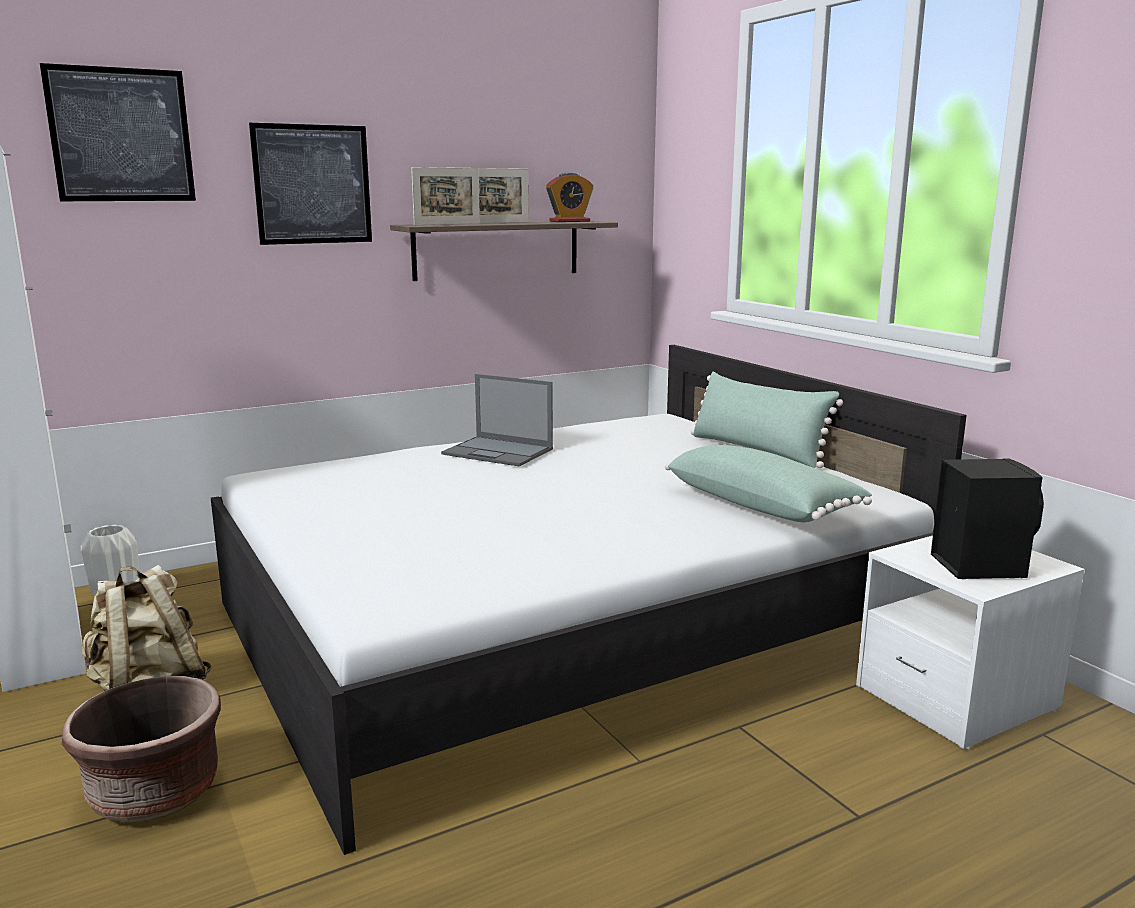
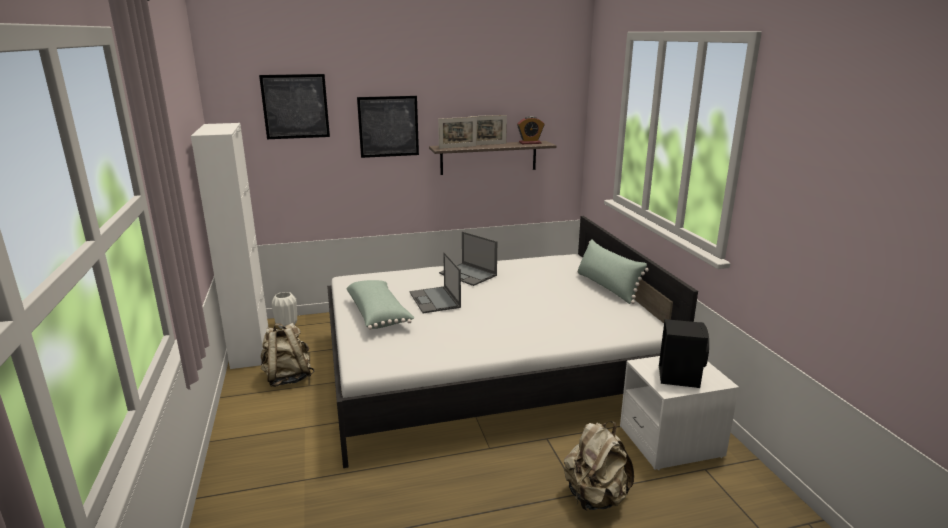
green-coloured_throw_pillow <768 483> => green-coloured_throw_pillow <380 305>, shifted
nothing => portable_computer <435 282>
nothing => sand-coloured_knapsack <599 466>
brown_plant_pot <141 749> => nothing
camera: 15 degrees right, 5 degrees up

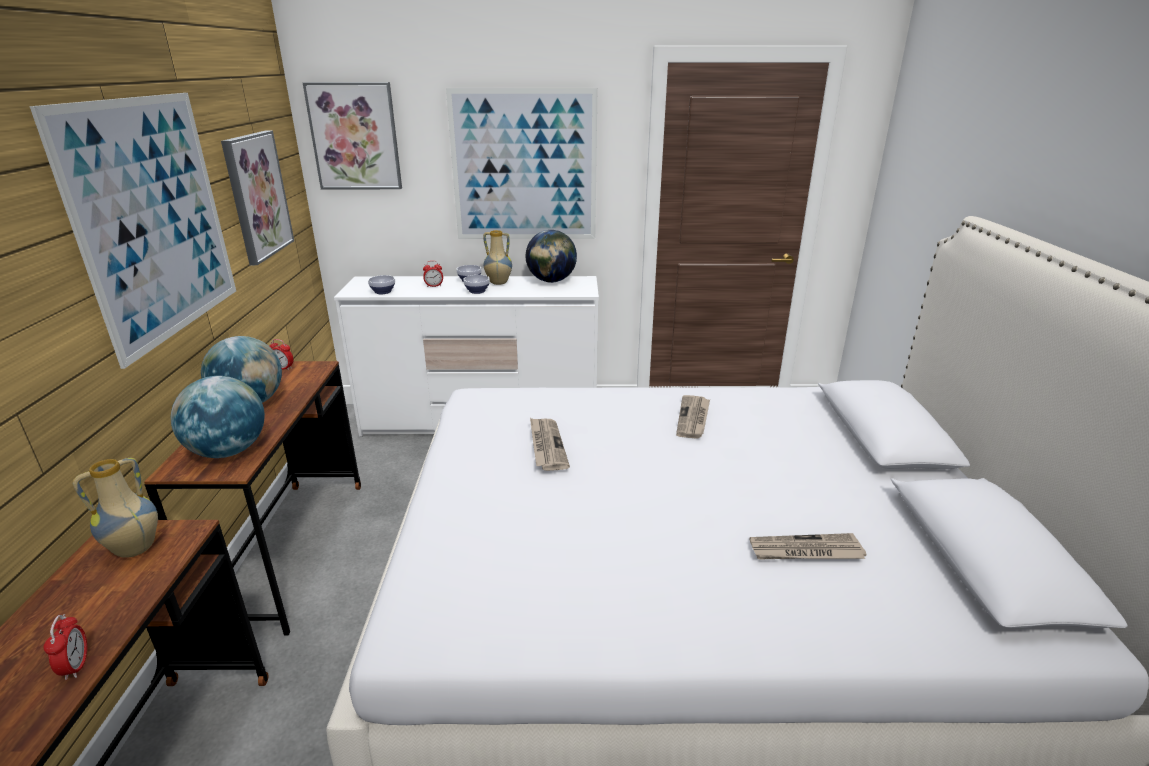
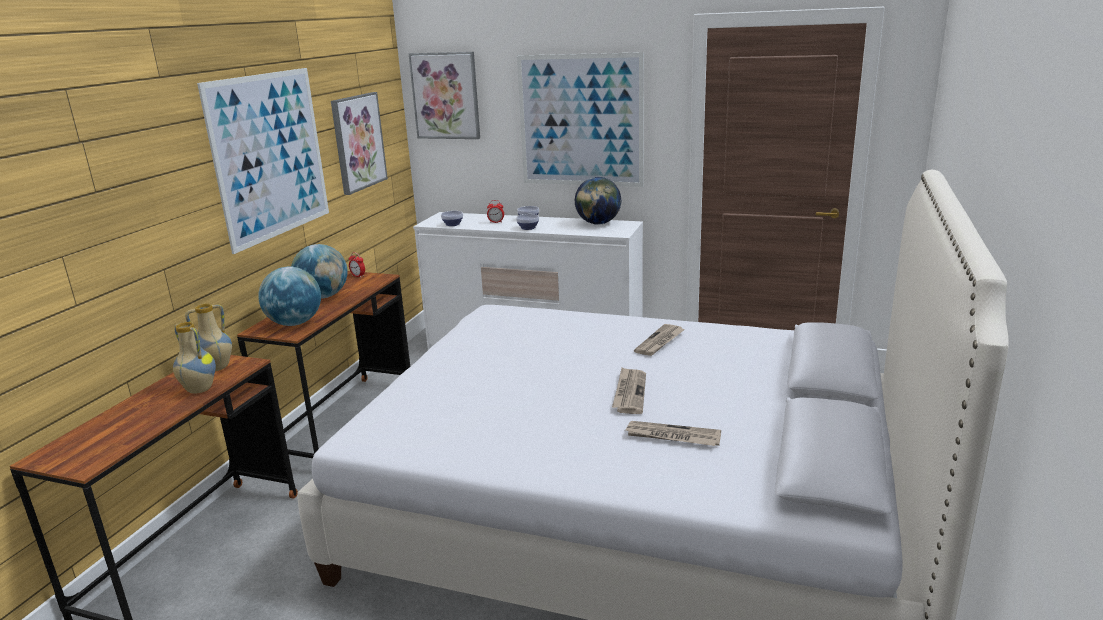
decorative_vase <497 257> => decorative_vase <194 358>, shifted
newspaper <550 444> => newspaper <629 390>, shifted
bedside_clock <65 647> => nothing
camera: 20 degrees right, 5 degrees down

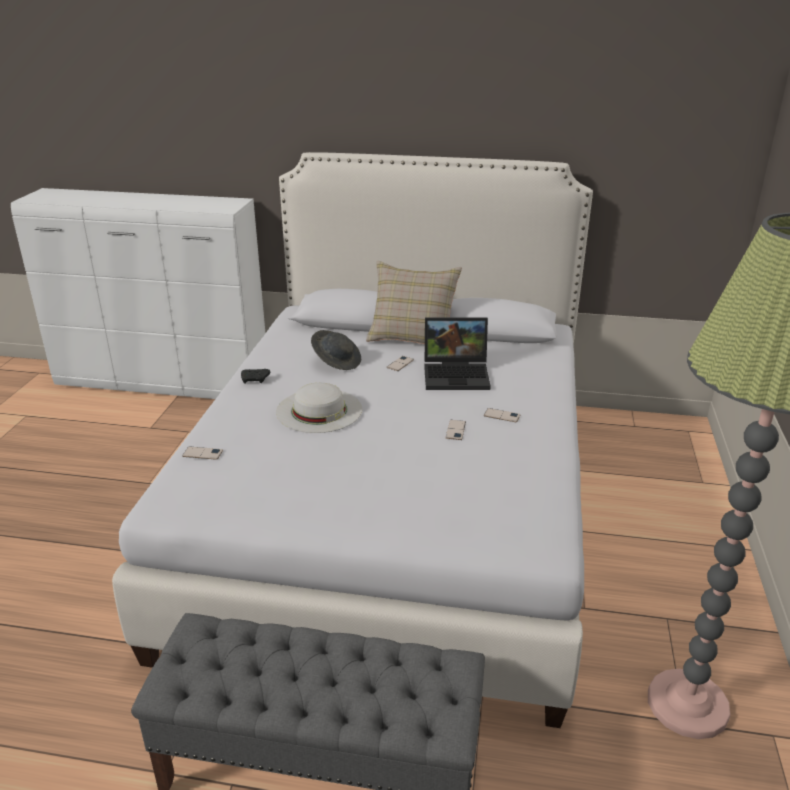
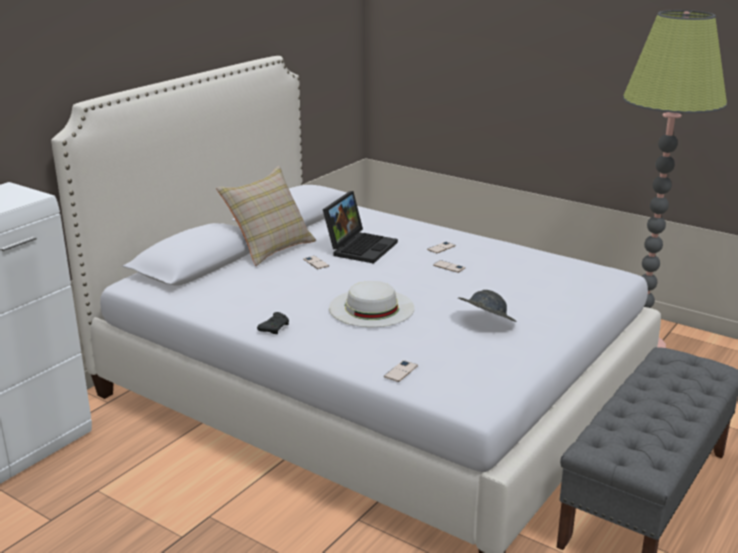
greyish_hat <336 350> => greyish_hat <487 306>, shifted
camera: 65 degrees left, 5 degrees down

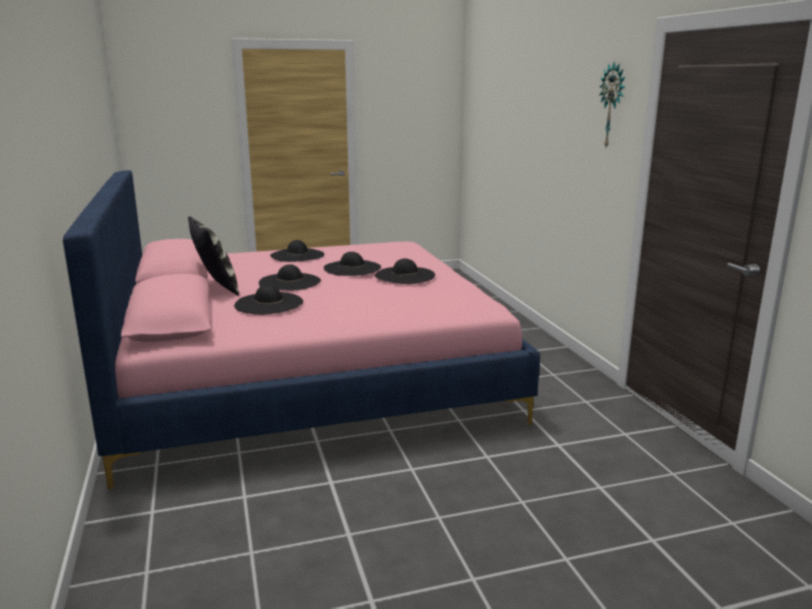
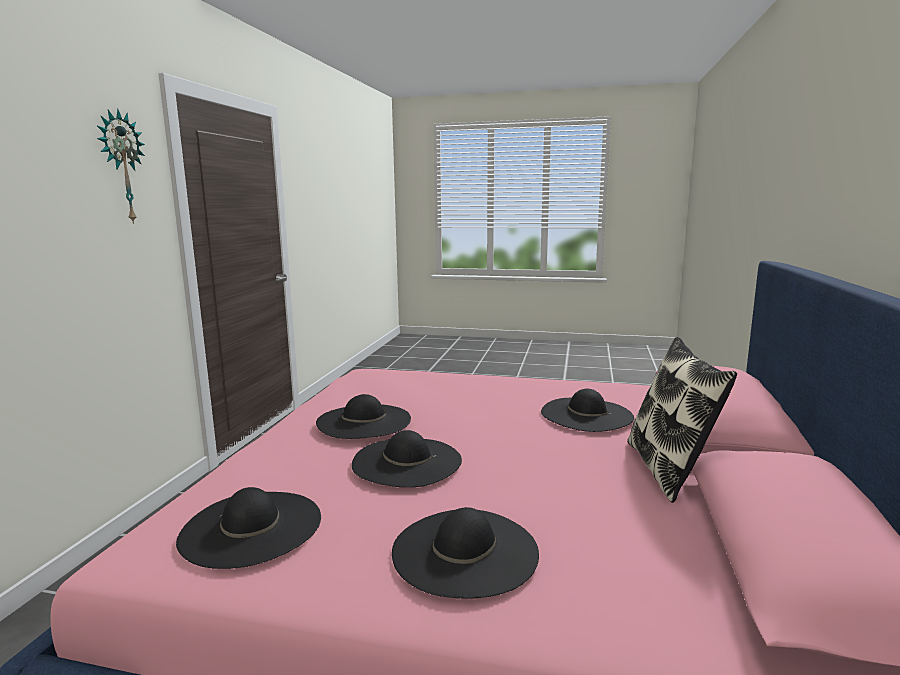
black-coloured_hat <290 277> => black-coloured_hat <248 528>, shifted
camera: 150 degrees left, 5 degrees down

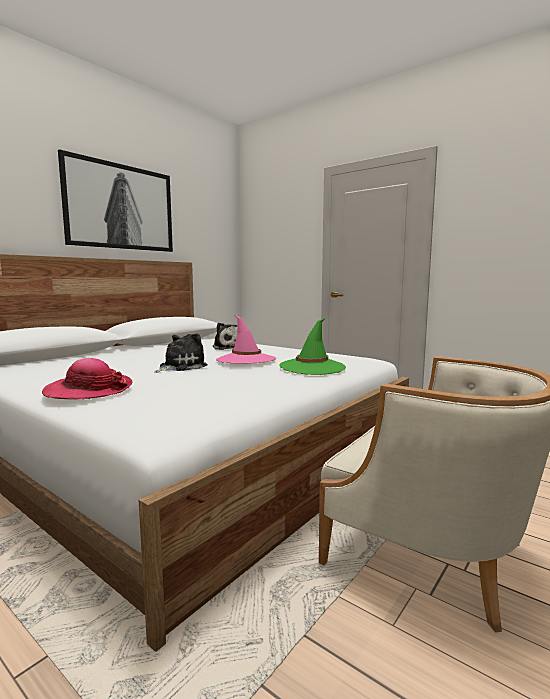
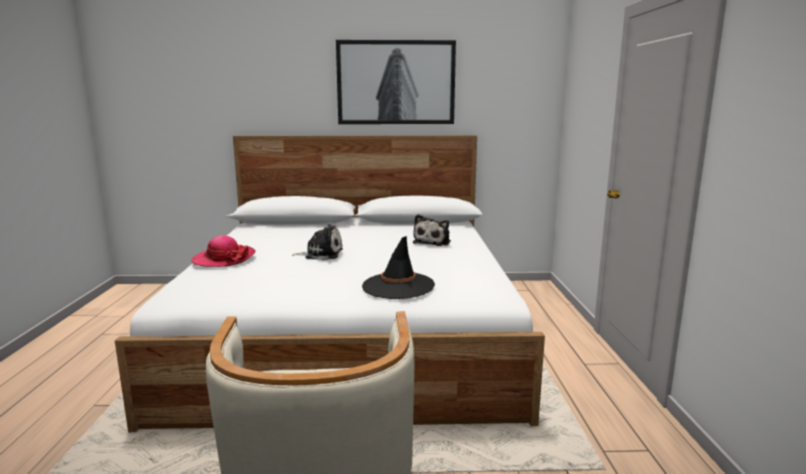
green-coloured_hat <312 346> => black-coloured_hat <398 267>
pinkish_hat <246 339> => nothing
camera: 50 degrees right, 5 degrees up

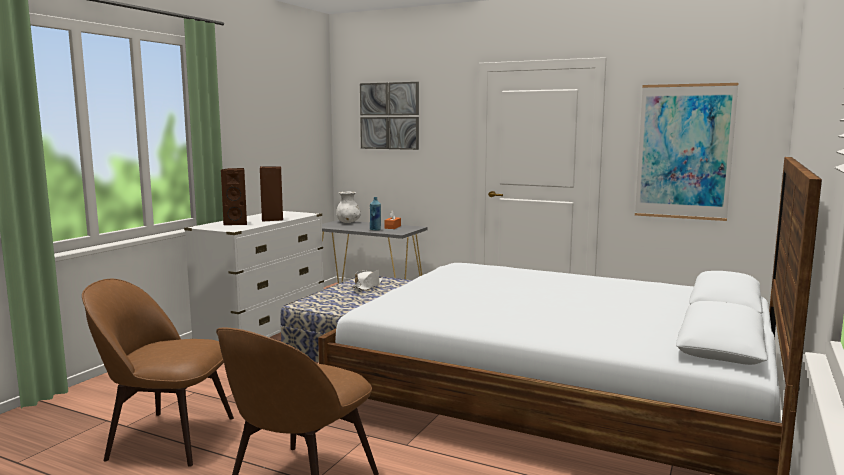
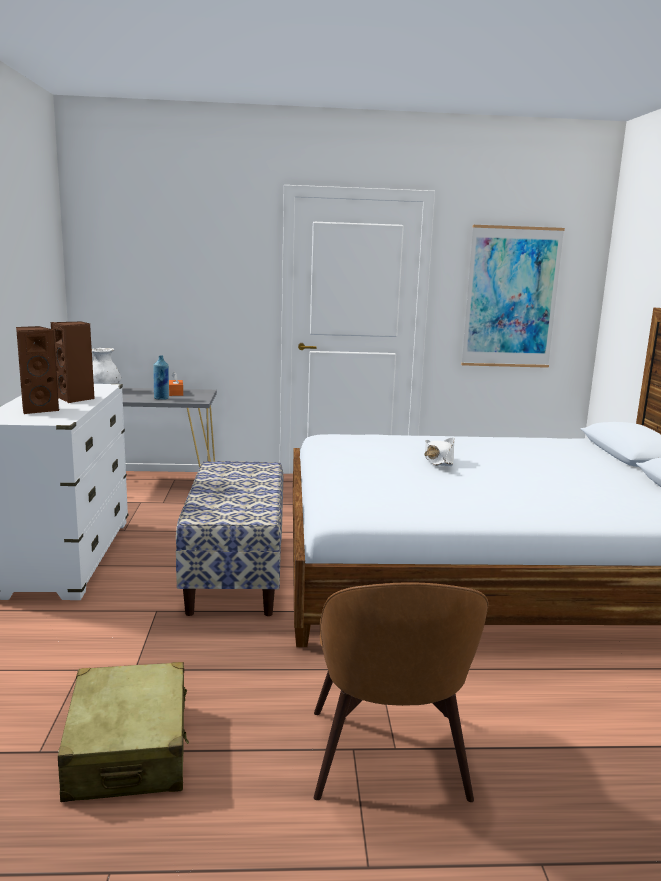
brown_upright_chair <158 373> => sand-coloured_suitcase <123 732>
whitish_hat <367 280> => whitish_hat <439 451>, shifted
picture <389 116> => nothing
camera: 30 degrees left, 5 degrees up

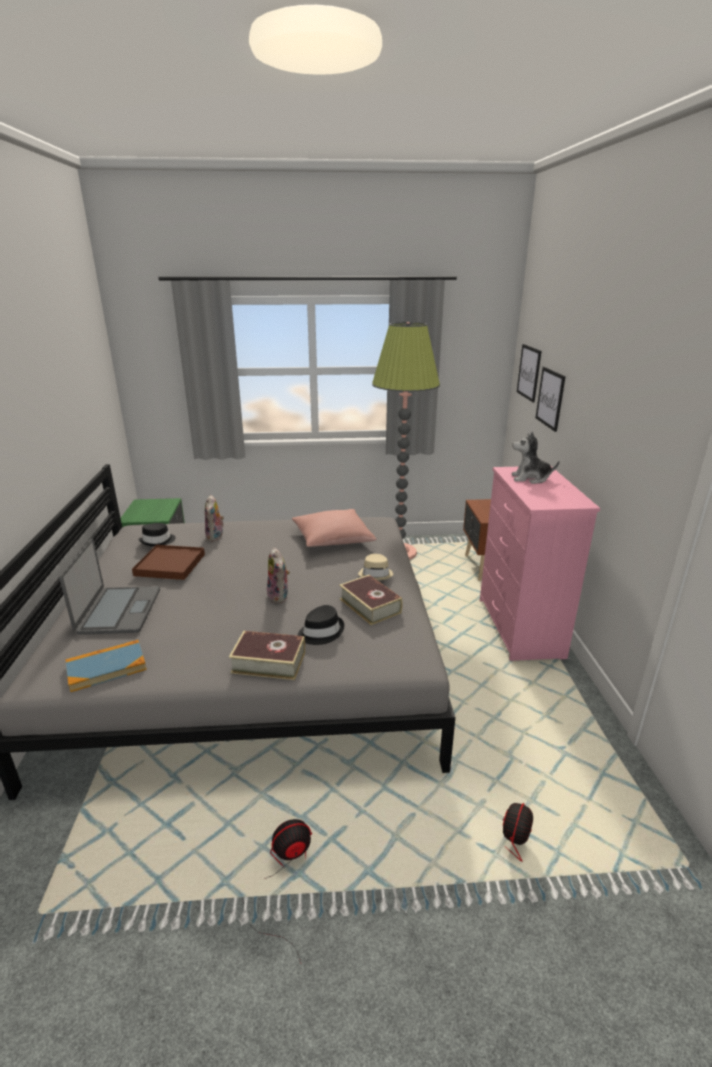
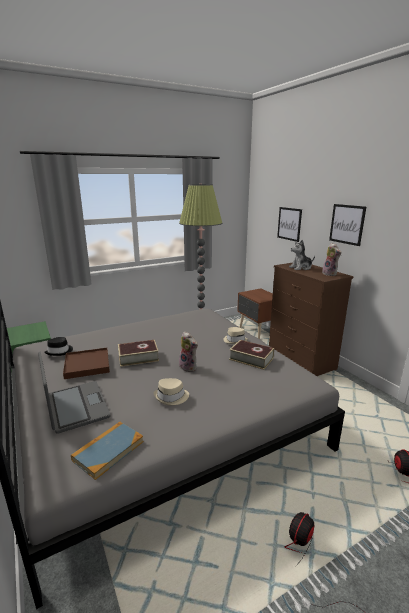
bound_book <267 655> => bound_book <138 353>, shifted
nothing => sand-coloured_hat <171 391>
pinkish_chest_of_drawers <540 563> => brown_chest_of_drawers <311 319>
cuddly_toy <214 518> => cuddly_toy <331 259>, shifted
picture <529 373> => picture <347 225>, shifted
pinkish_throw_pillow <334 528> => nothing
black-coloured_hat <320 625> => nothing
camera: 25 degrees left, 5 degrees down

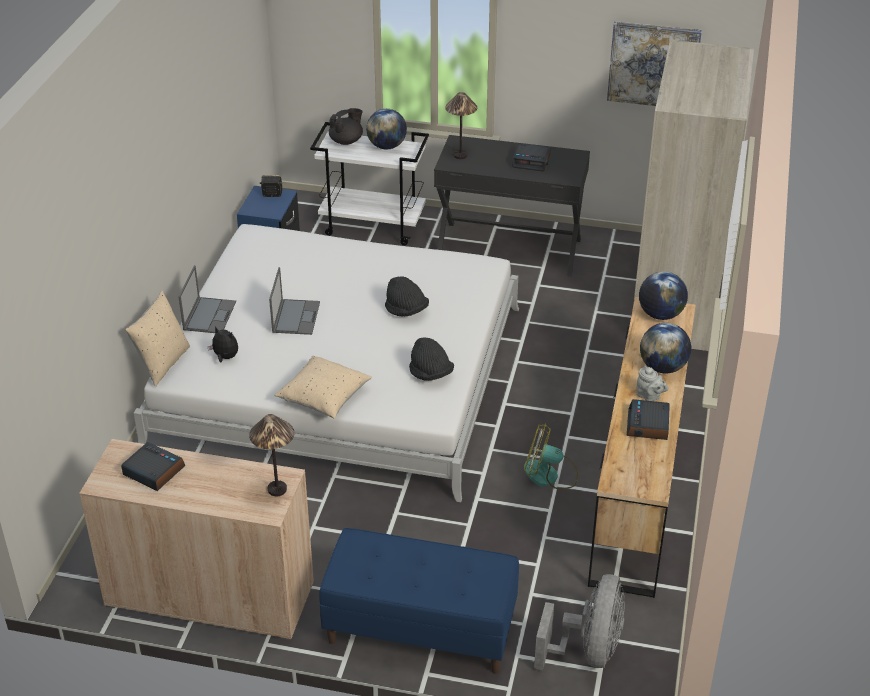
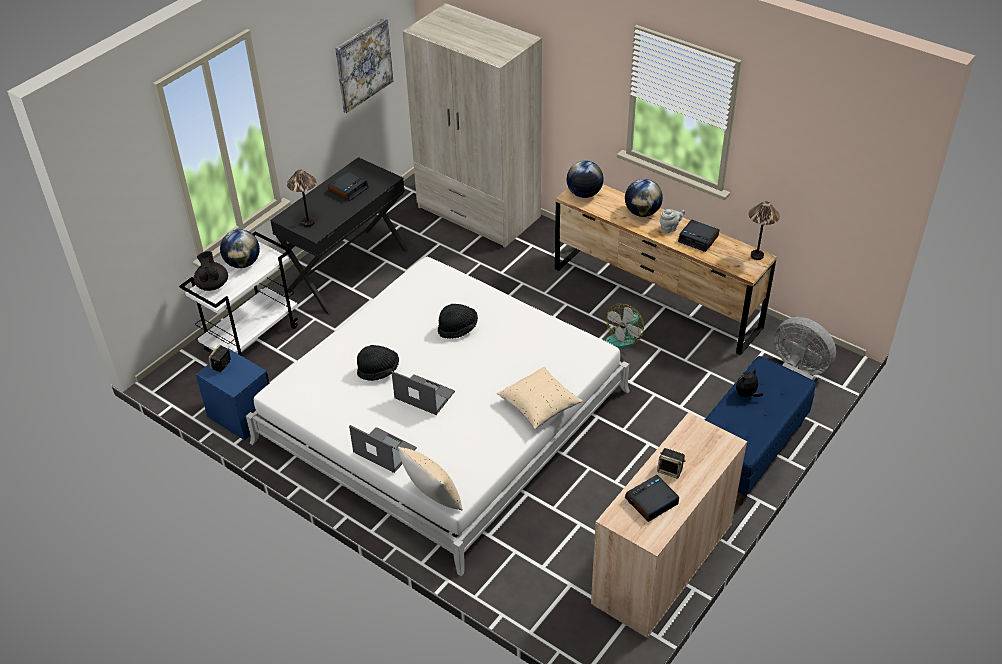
black-coloured_hat <431 359> => black-coloured_hat <378 363>, shifted
nothing => speaker <671 463>
cuddly_toy <223 344> => cuddly_toy <749 384>, shifted
lamp_for_a_table <272 455> => lamp_for_a_table <764 230>, shifted
camera: 65 degrees left, 5 degrees up

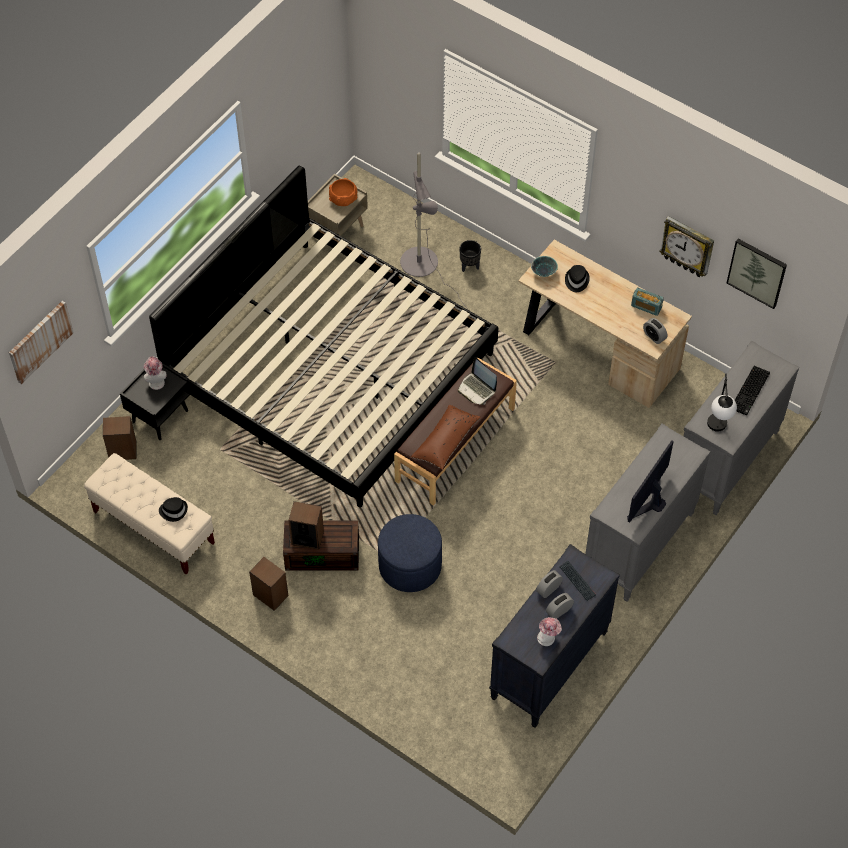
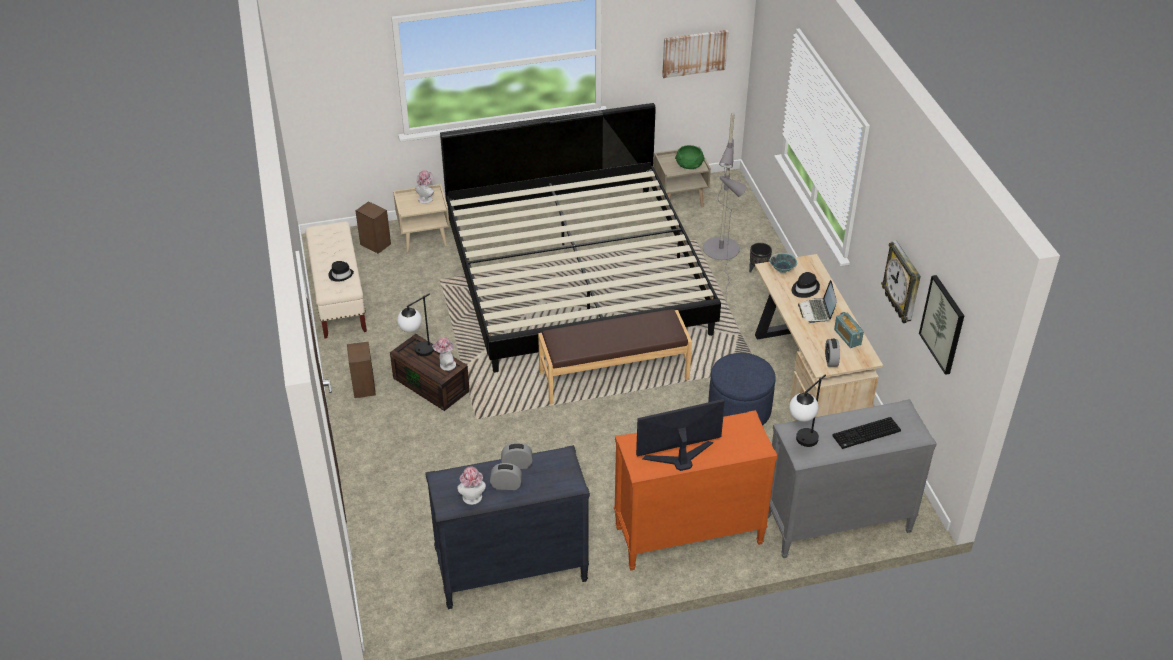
black-coloured_nightstand <155 401> => sand-coloured_nightstand <421 218>
speaker <306 525> => lamp_for_a_table <415 325>
nothing => hat <444 354>
greyish_chest_of_drawers <648 513> => orangey_chest_of_drawers <696 490>
picture <41 342> => picture <695 54>, shifted
orangey_serving_bowl <343 192> => green-coloured_serving_bowl <690 157>
blue_pouffe <410 553> => blue_pouffe <742 389>, shifted
portable_computer <477 381> => portable_computer <817 301>, shifted
brown_throw_pillow <446 437> => nothing
keyboard <578 581> => nothing
camera: 40 degrees right, 15 degrees down

